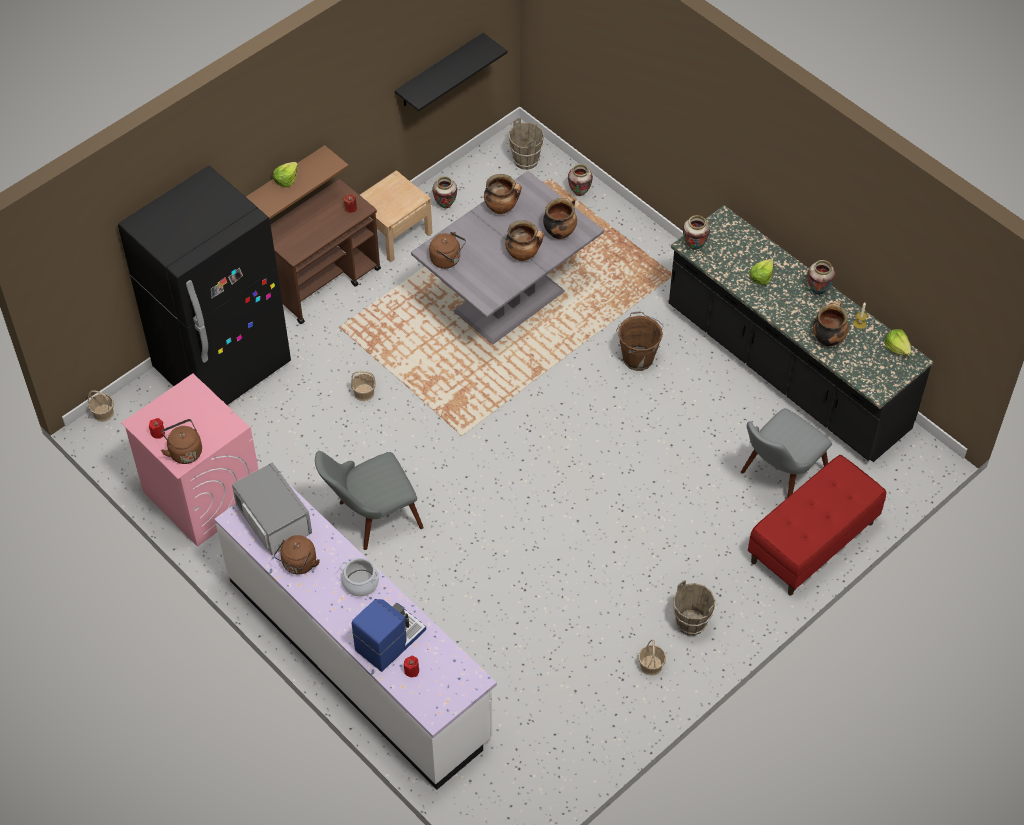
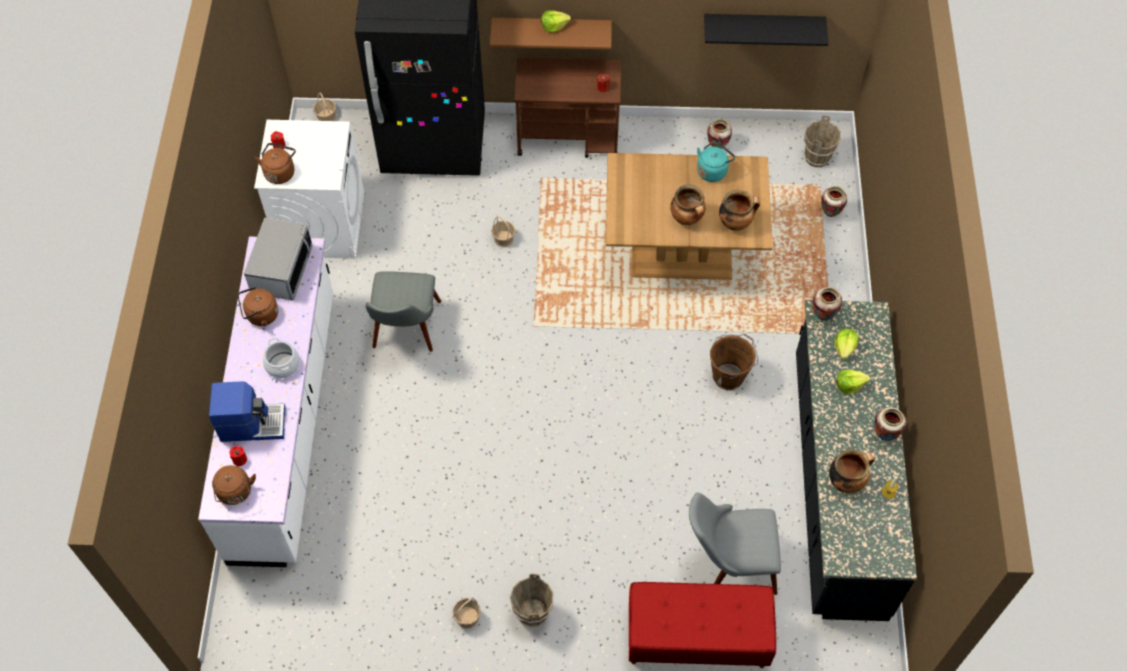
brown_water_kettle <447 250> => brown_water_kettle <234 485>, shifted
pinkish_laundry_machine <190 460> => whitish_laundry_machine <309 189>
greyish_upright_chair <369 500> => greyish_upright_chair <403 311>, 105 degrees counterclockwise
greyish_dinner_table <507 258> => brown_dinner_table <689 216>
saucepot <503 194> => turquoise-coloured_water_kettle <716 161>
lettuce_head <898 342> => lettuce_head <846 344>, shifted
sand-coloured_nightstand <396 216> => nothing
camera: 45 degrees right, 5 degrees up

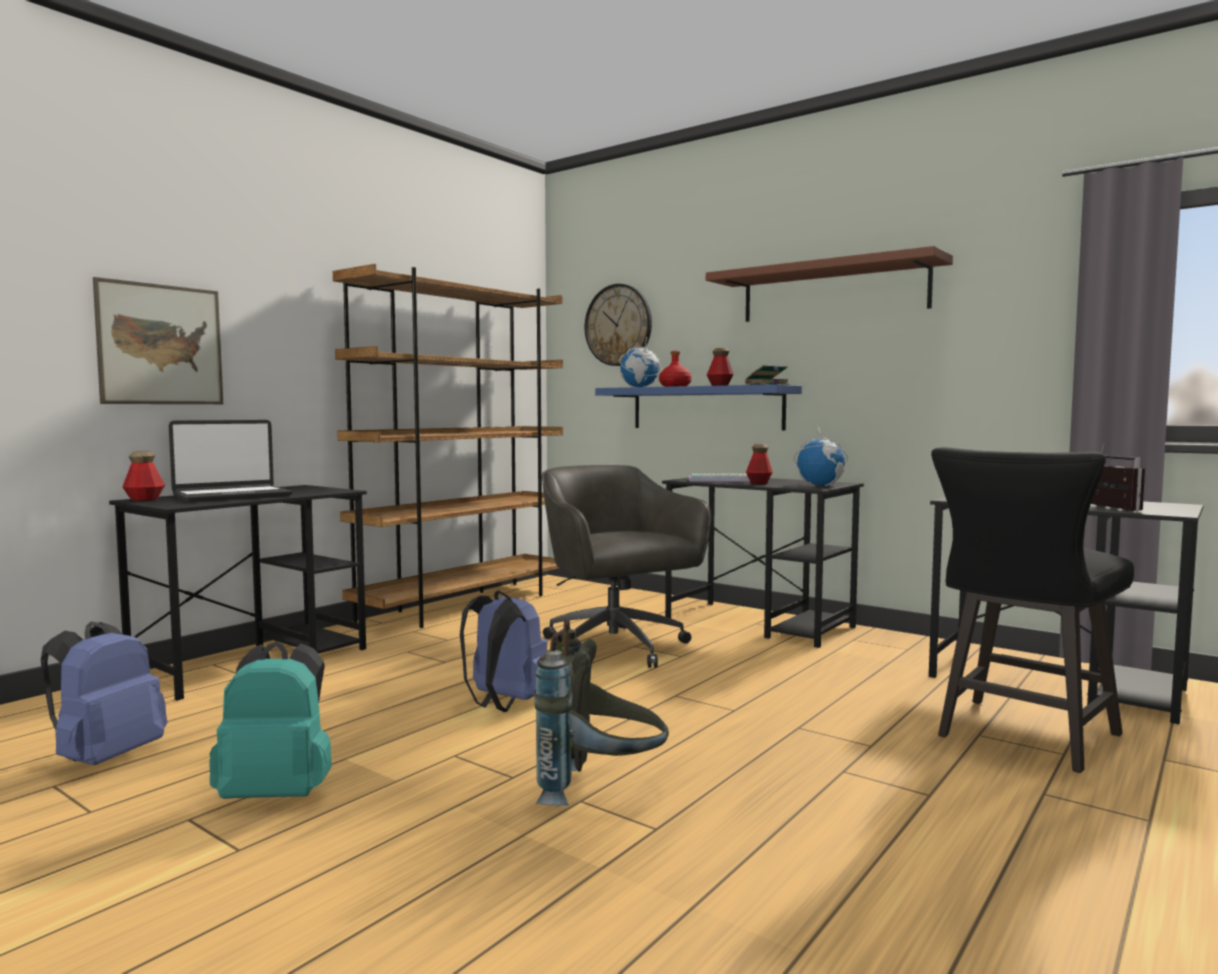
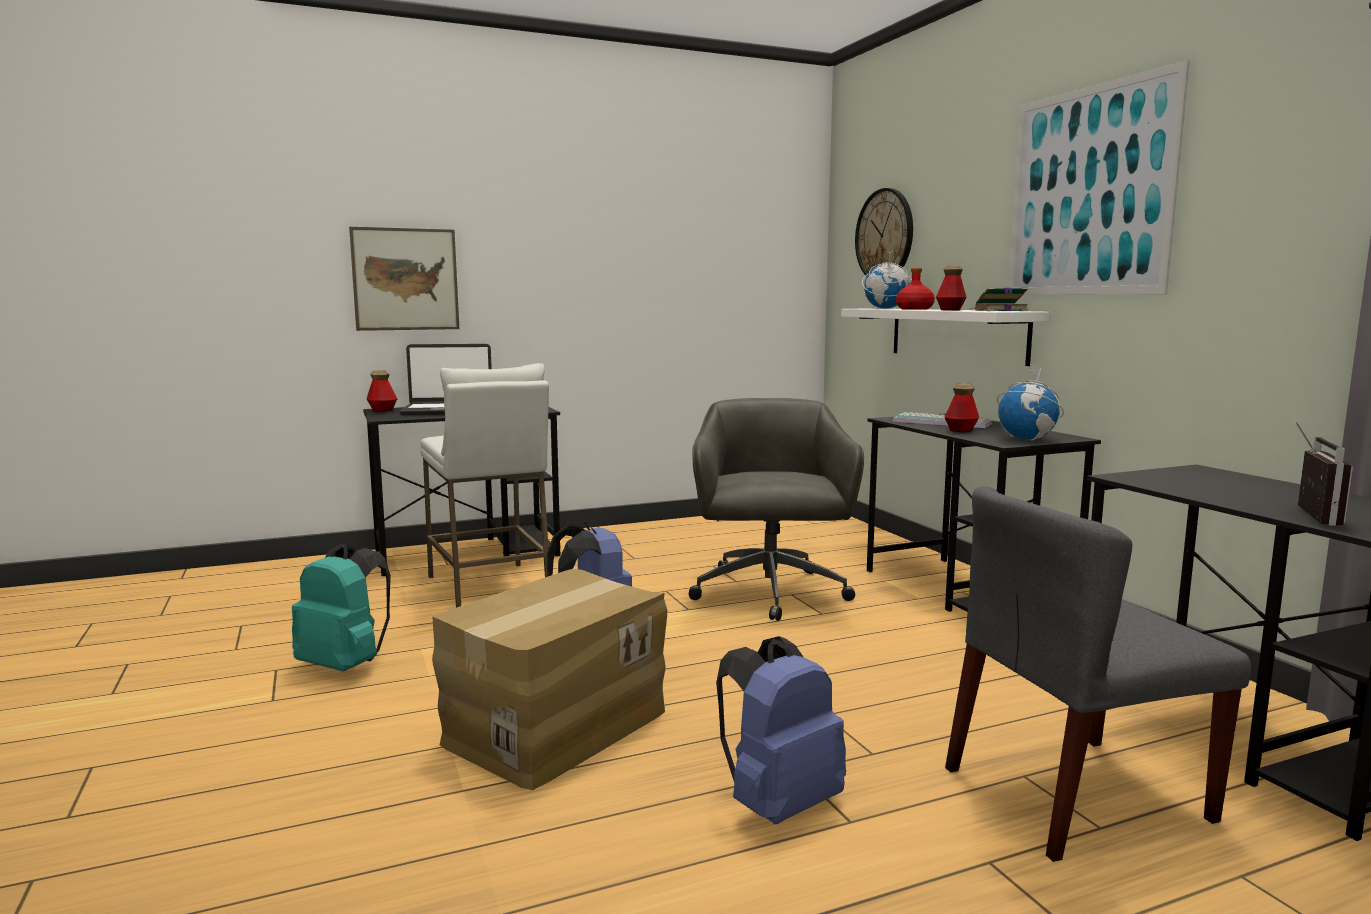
nothing => whitish_sitting_stool <484 485>
greyish_knapsack <601 711> => packing_box <549 679>
blue_knapsack <104 693> => blue_knapsack <781 730>, shifted
blue_bracket_shelf <698 407> => whitish_bracket_shelf <945 337>
black-coloured_sitting_stool <1032 610> => greyish_upright_chair <1098 674>
brown_bracket_shelf <829 284> => picture <1099 177>
brown_shelving_unit <448 446> => nothing
camera: 30 degrees right, 5 degrees up

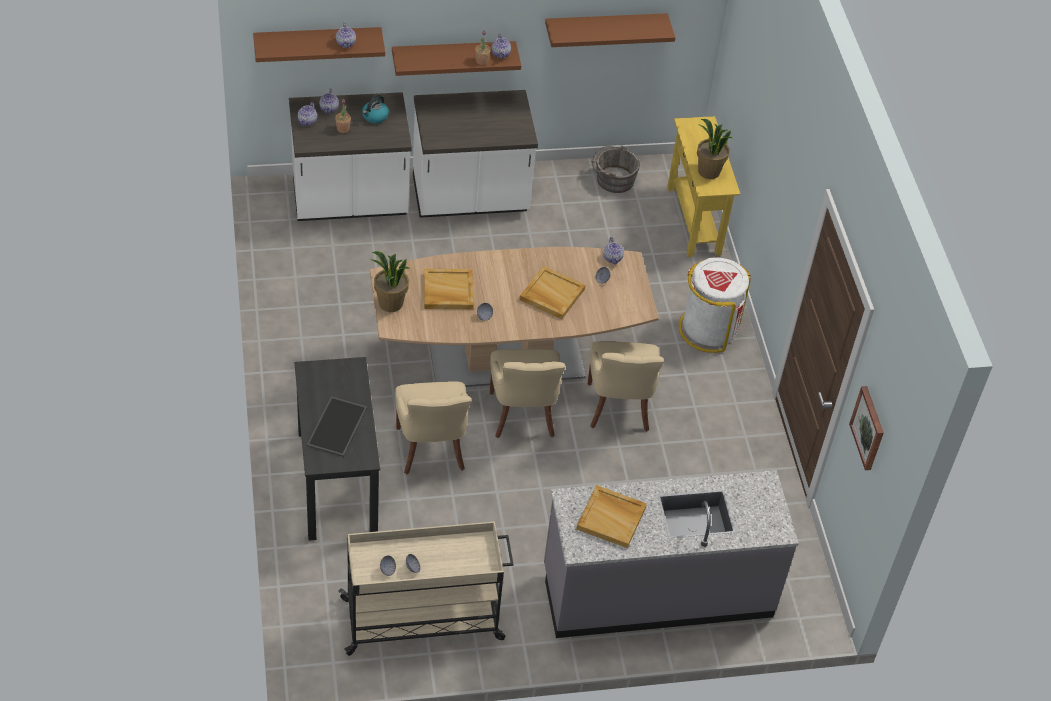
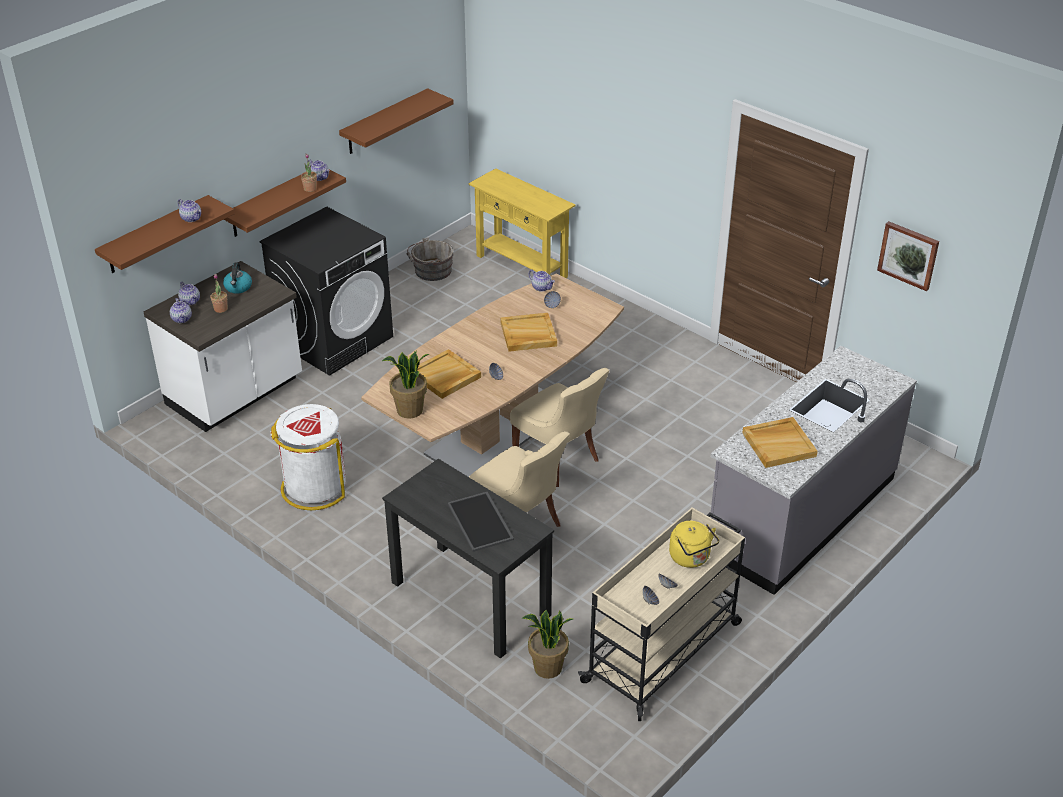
whitish_counter <475 154> => black-coloured_laundry_machine <326 291>
whitish_rubbish_bin <715 305> => whitish_rubbish_bin <308 457>, shifted
houseplant <714 149> => houseplant <547 644>, shifted
nothing => yellow_water_kettle <694 544>
sand-coloured_upright_chair <626 386> => nothing
camera: 35 degrees left, 10 degrees down

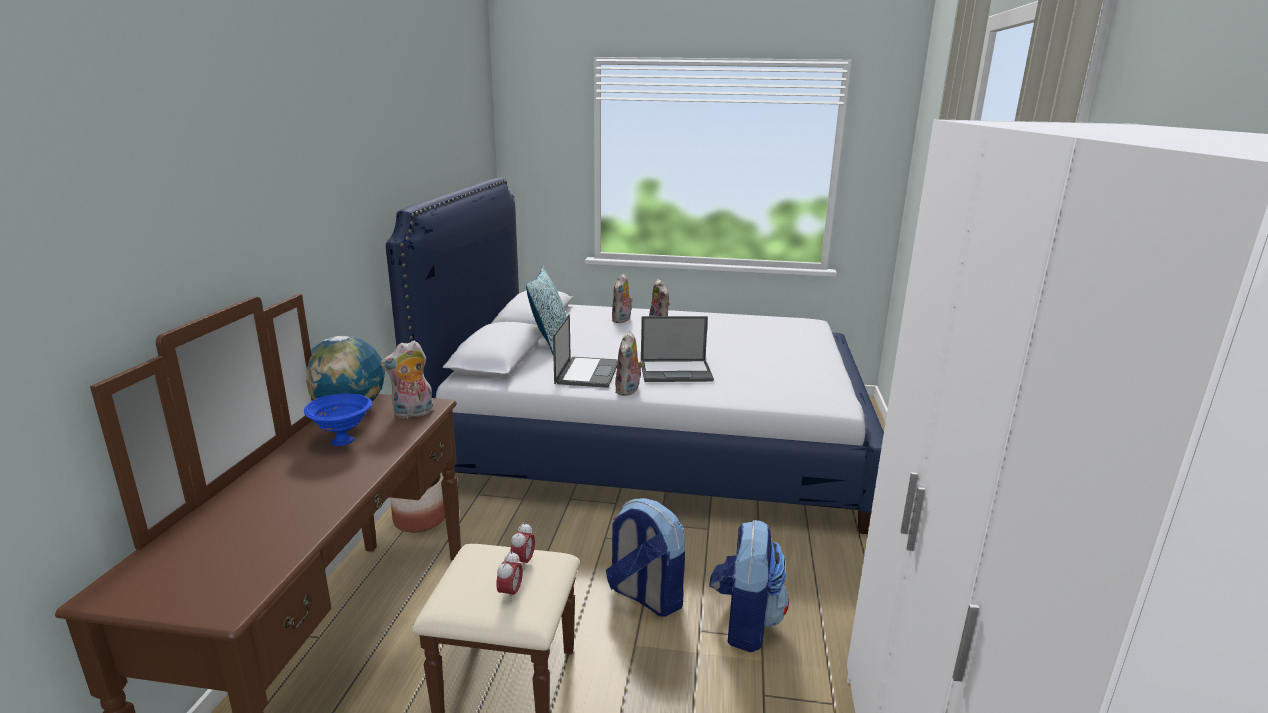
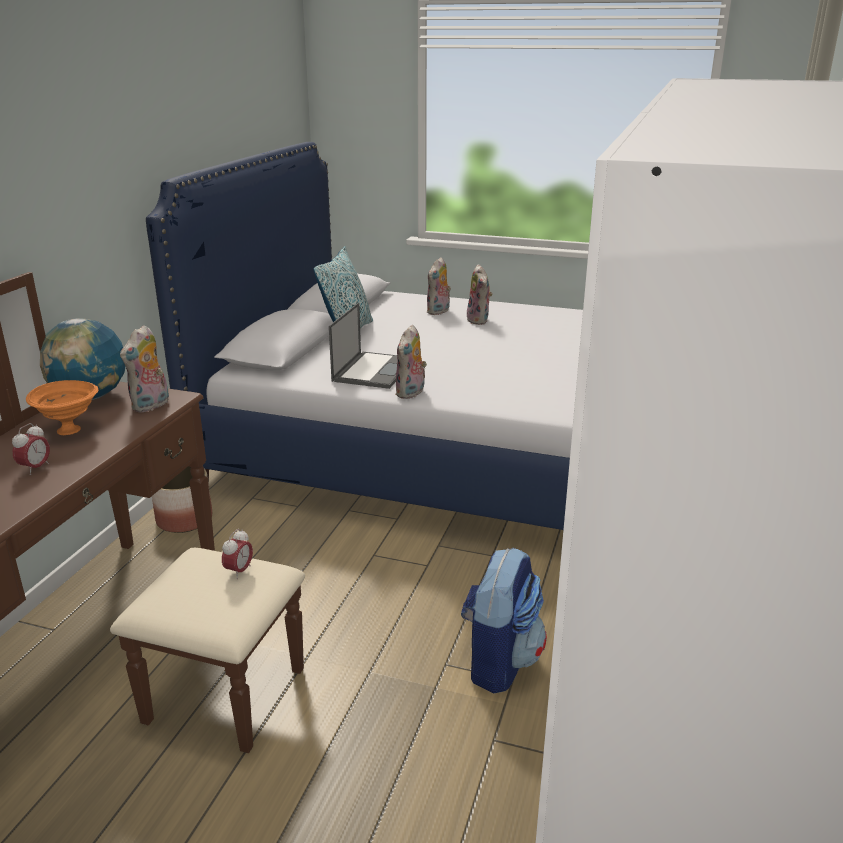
bedside_clock <509 576> => bedside_clock <31 449>, shifted
blue_serving_bowl <338 419> => orangey_serving_bowl <62 407>
cuddly_toy <407 379> => cuddly_toy <144 369>, 45 degrees counterclockwise
knapsack <645 557> => nothing
portable_computer <677 349> => nothing
camera: 10 degrees right, 5 degrees up

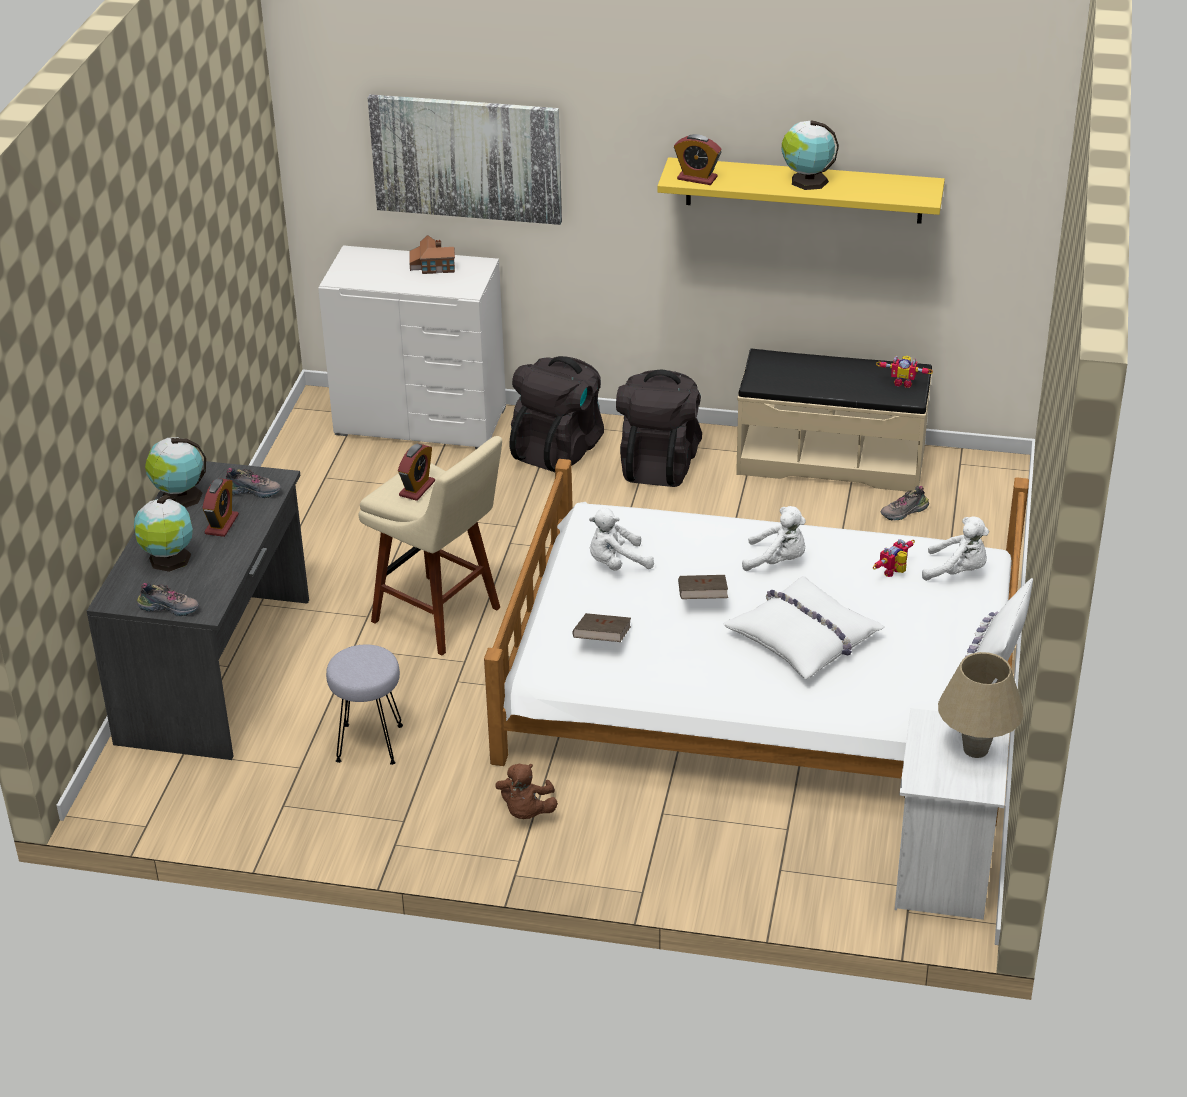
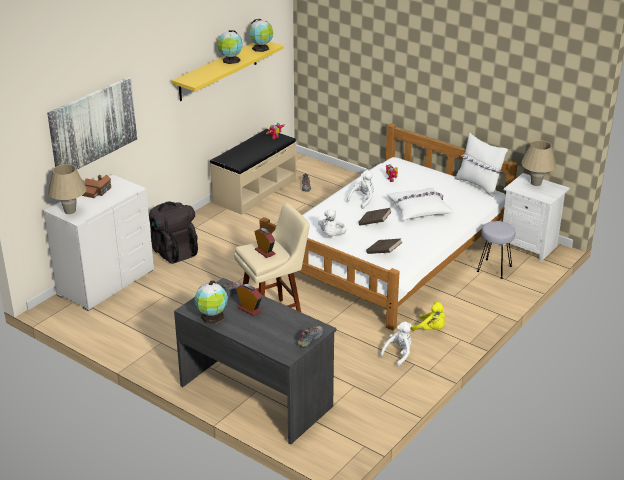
nothing => sand-coloured_lamp_for_a_table <67 189>
world_globe <163 533> => world_globe <261 35>, shifted
whitish_cuddly_toy <955 548> => whitish_cuddly_toy <396 344>, shifted
brown_cuddly_toy <527 791> => yellow_cuddly_toy <428 316>
greyish_sitting_stool <364 704> => greyish_sitting_stool <496 250>, shifted
black-coloured_knapsack <659 428> => nothing
bedside_clock <698 159> => nothing
camera: 65 degrees left, 5 degrees down

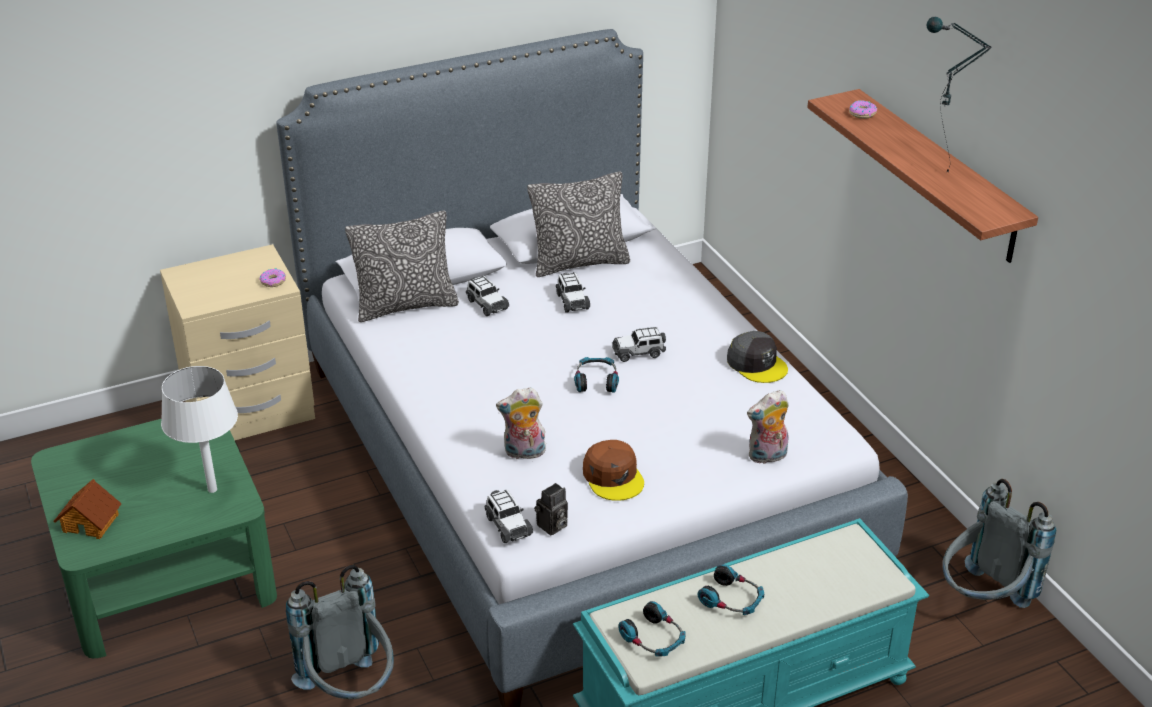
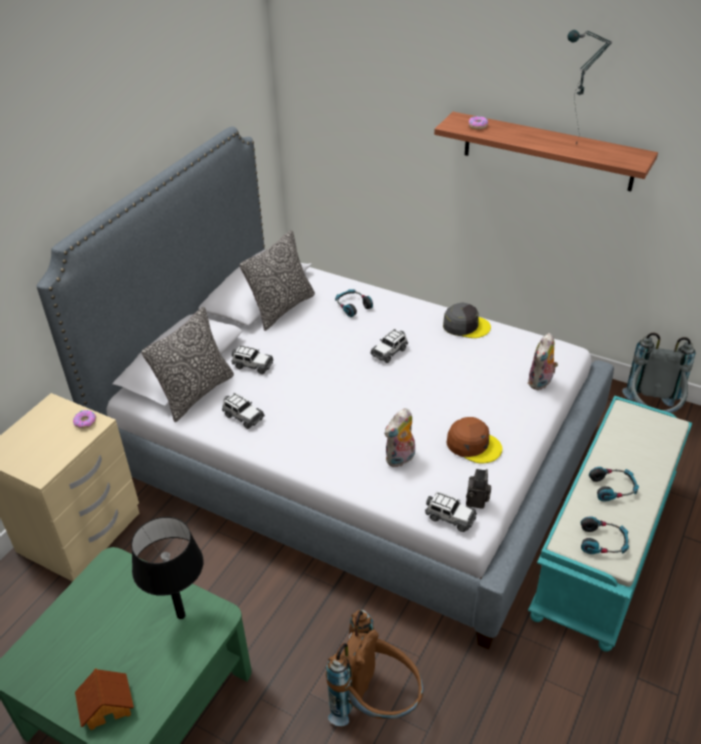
whitish_lamp_for_a_table <199 429> => black-coloured_lamp_for_a_table <167 568>
model_car <573 292> => model_car <243 411>, shifted
greyish_knapsack <340 631> => brown_knapsack <375 668>
headphones <596 375> => headphones <354 303>, shifted
camera: 35 degrees left, 5 degrees up

